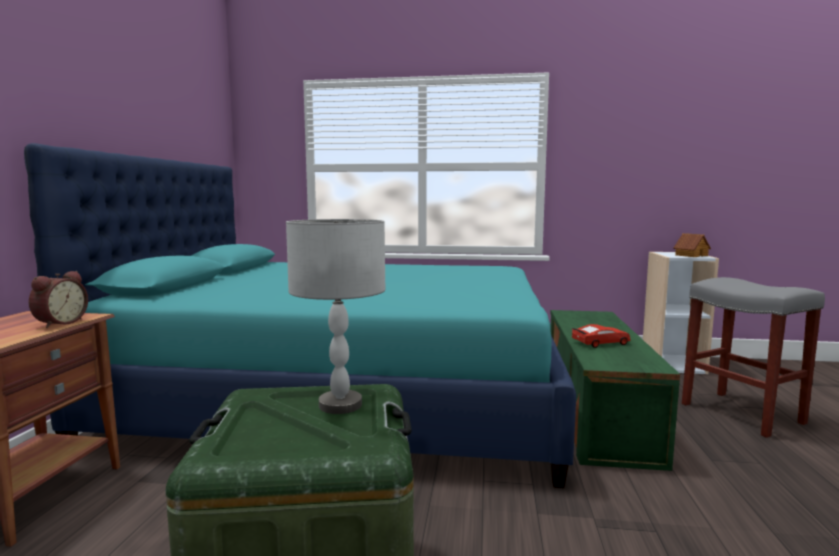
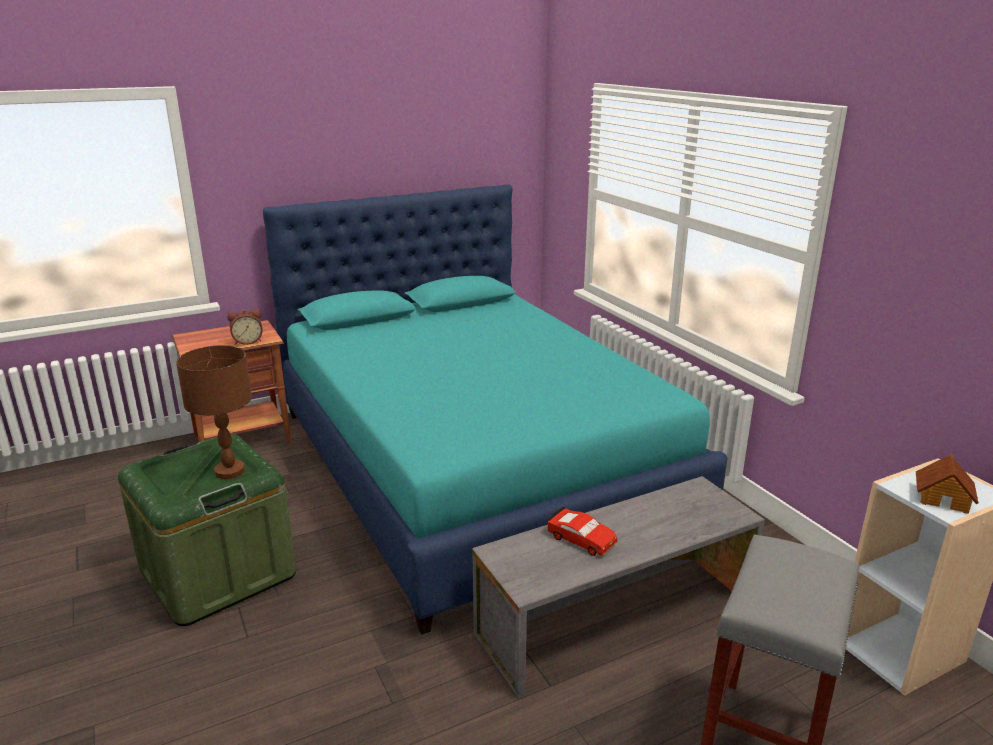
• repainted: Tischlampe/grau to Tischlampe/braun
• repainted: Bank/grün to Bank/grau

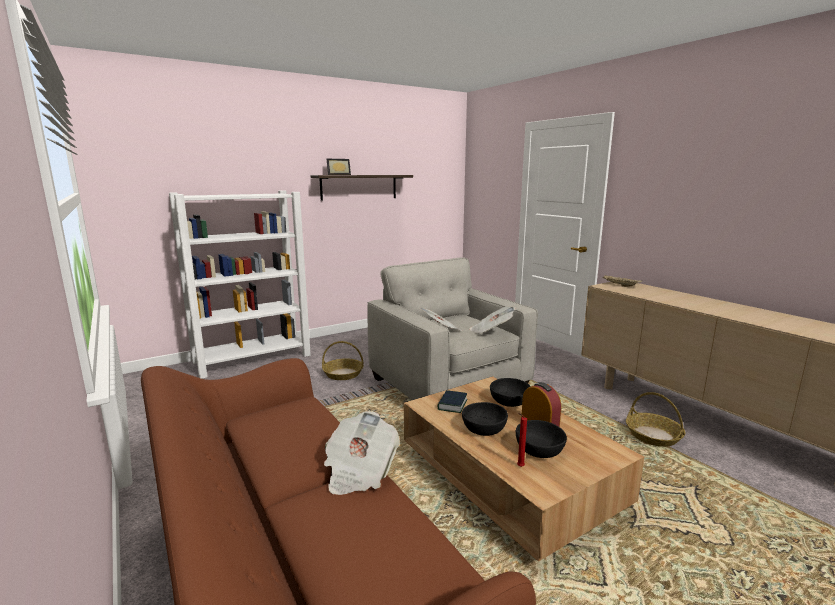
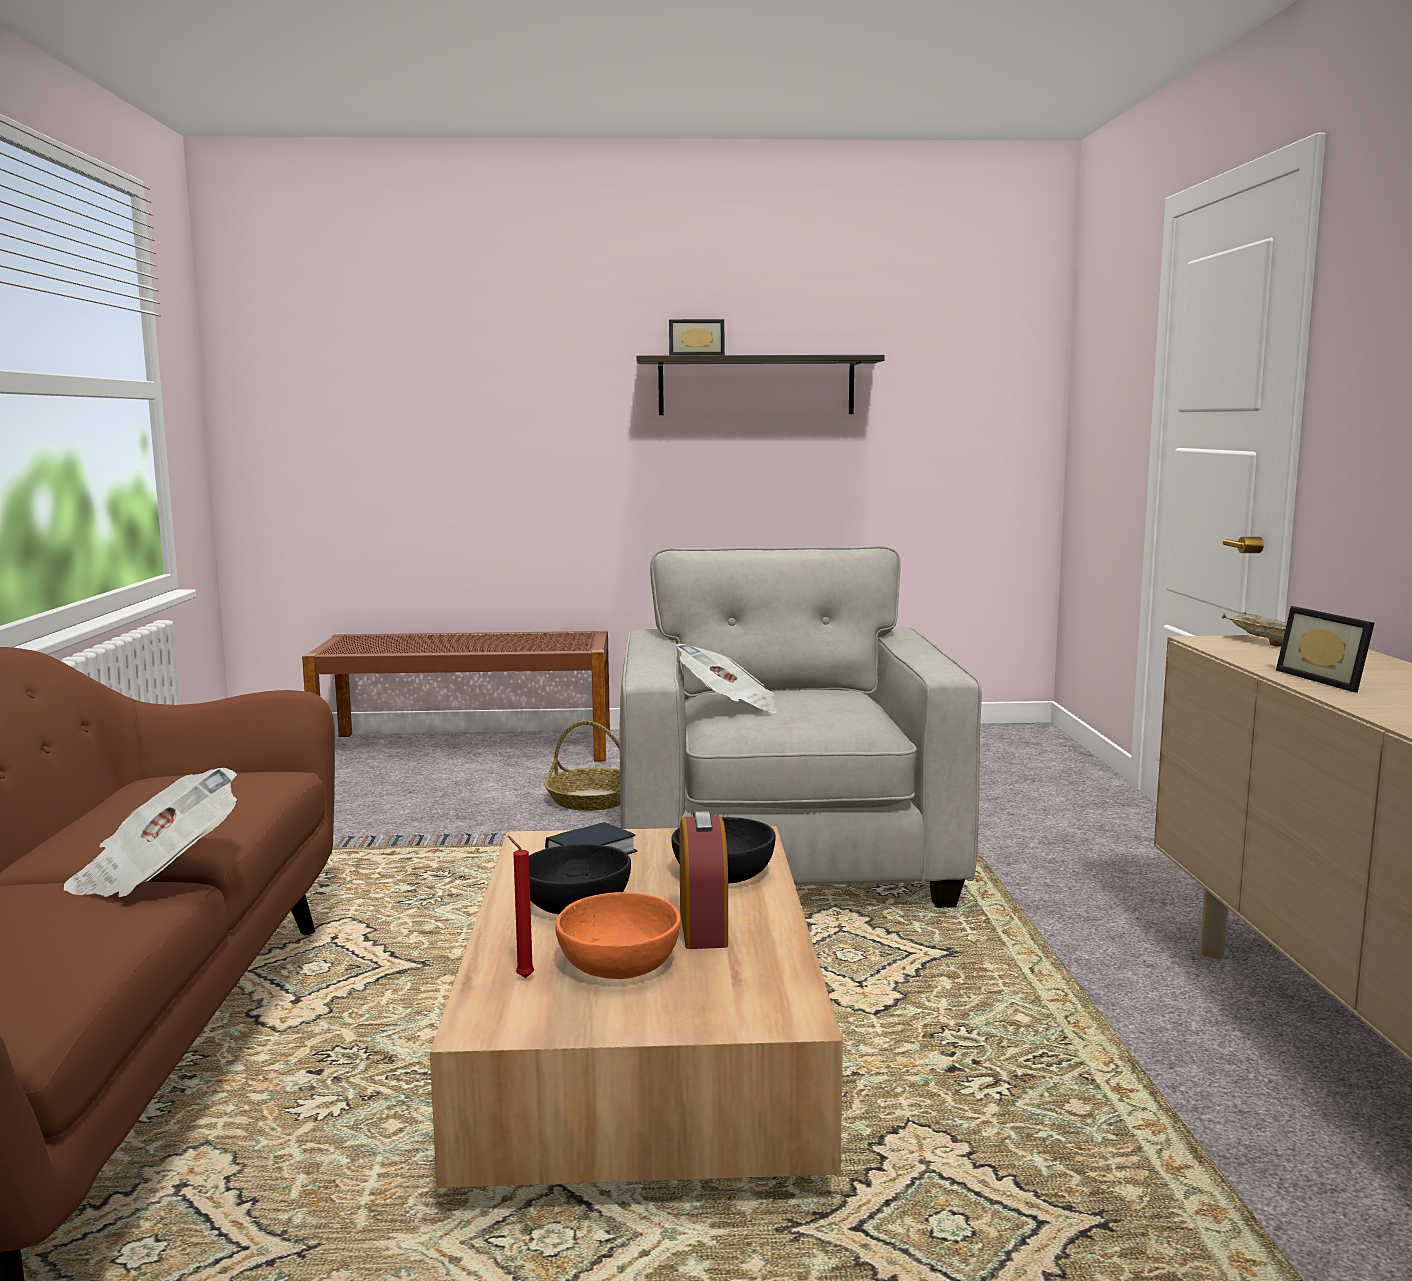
• gone: Zeitung (no. 3 from left)
• gone: Korb (no. 2 from left)
• new: Bilderrahmen (no. 2 from left)
• swapped: Bücherregal/weiß to Bank/braun
• repainted: Schüssel/schwarz (no. 3 from left) to Schüssel/orange

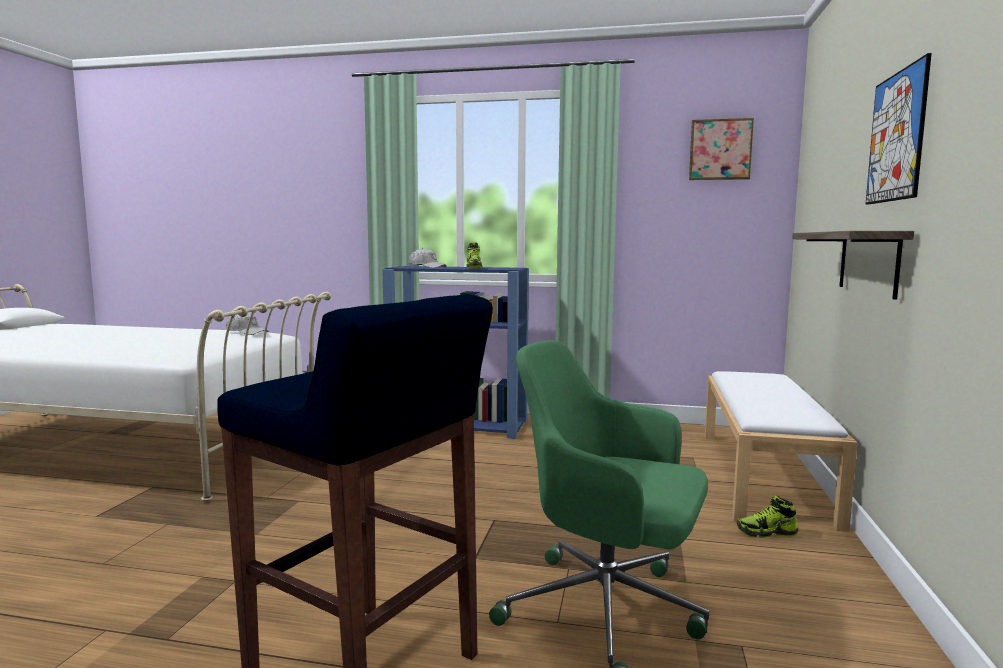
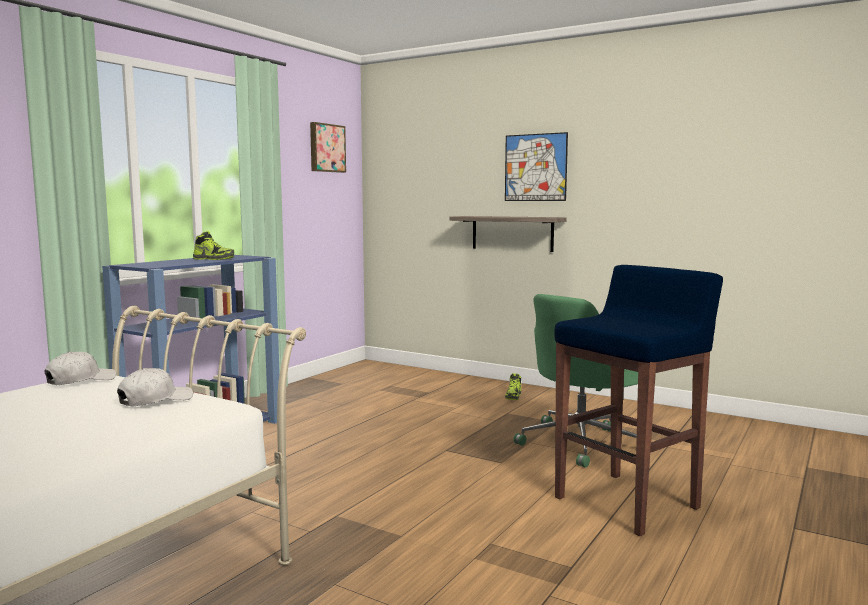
• gone: Bank/weiß
• shifted: Kappe/weiß (no. 2 from left)

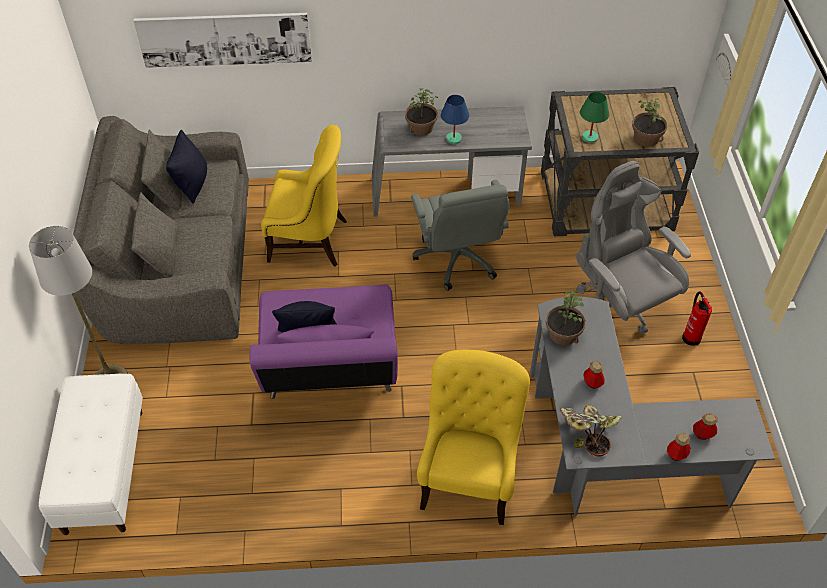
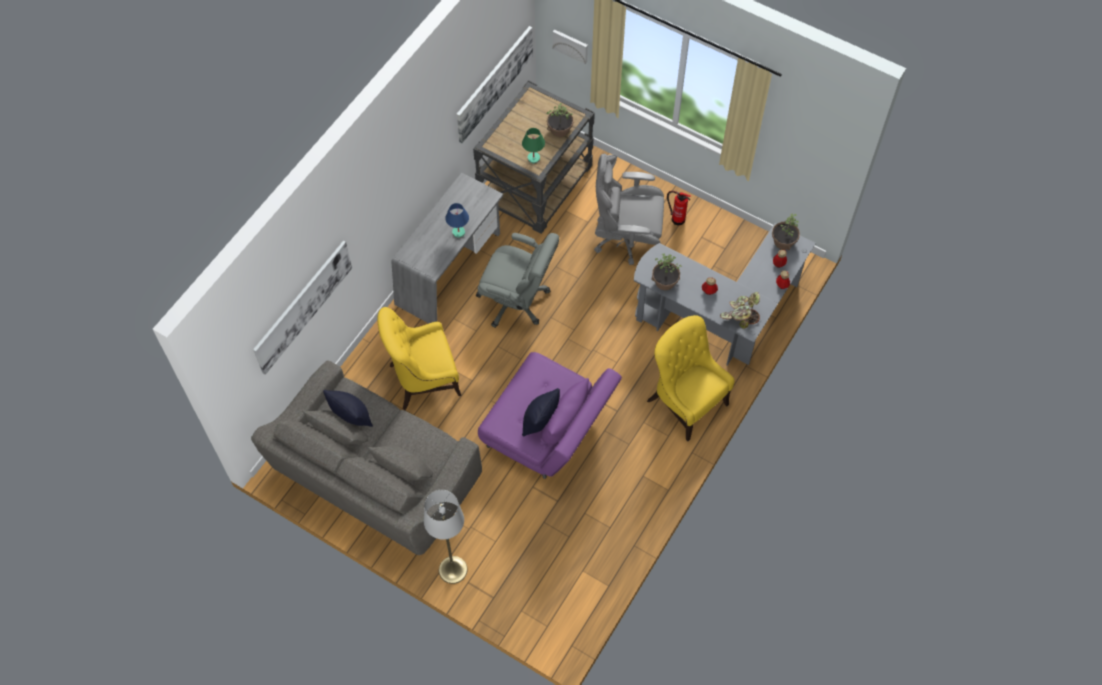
• gone: Bank/weiß
• new: Bild (no. 2 from left)
• shifted: Topfpflanze (no. 1 from left in the first image) to Topfpflanze (no. 4 from left)
• rotated: Stuhl/gelb (no. 1 from left) 150 degrees counterclockwise

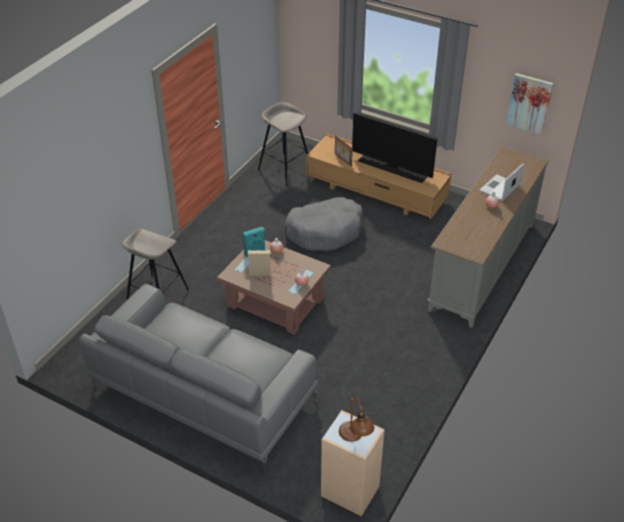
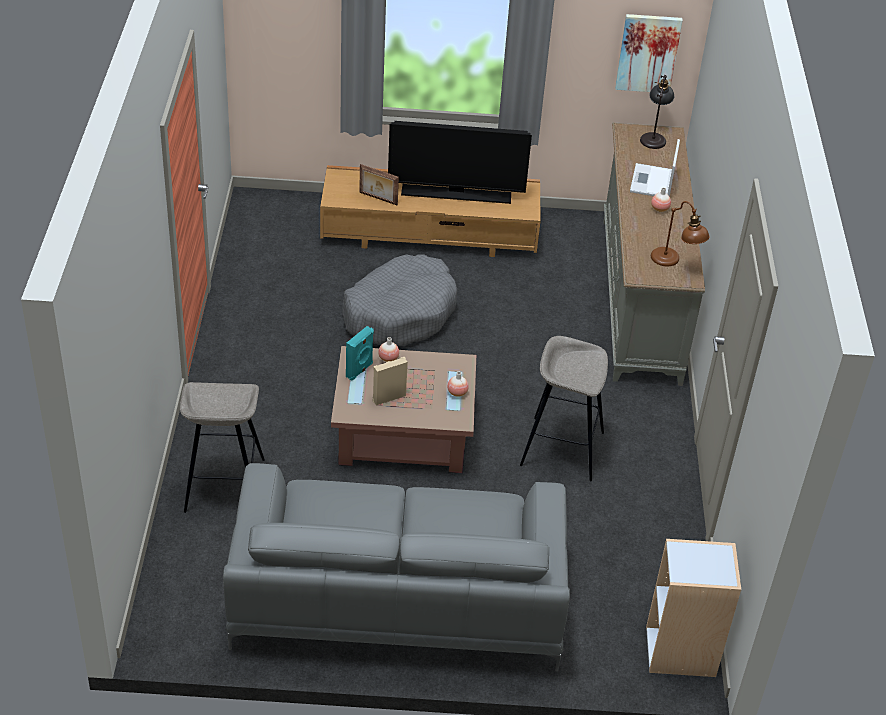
• new: Tischlampe/grau
• shifted: Hocker/grau (no. 2 from left)
• shifted: Tischlampe/braun

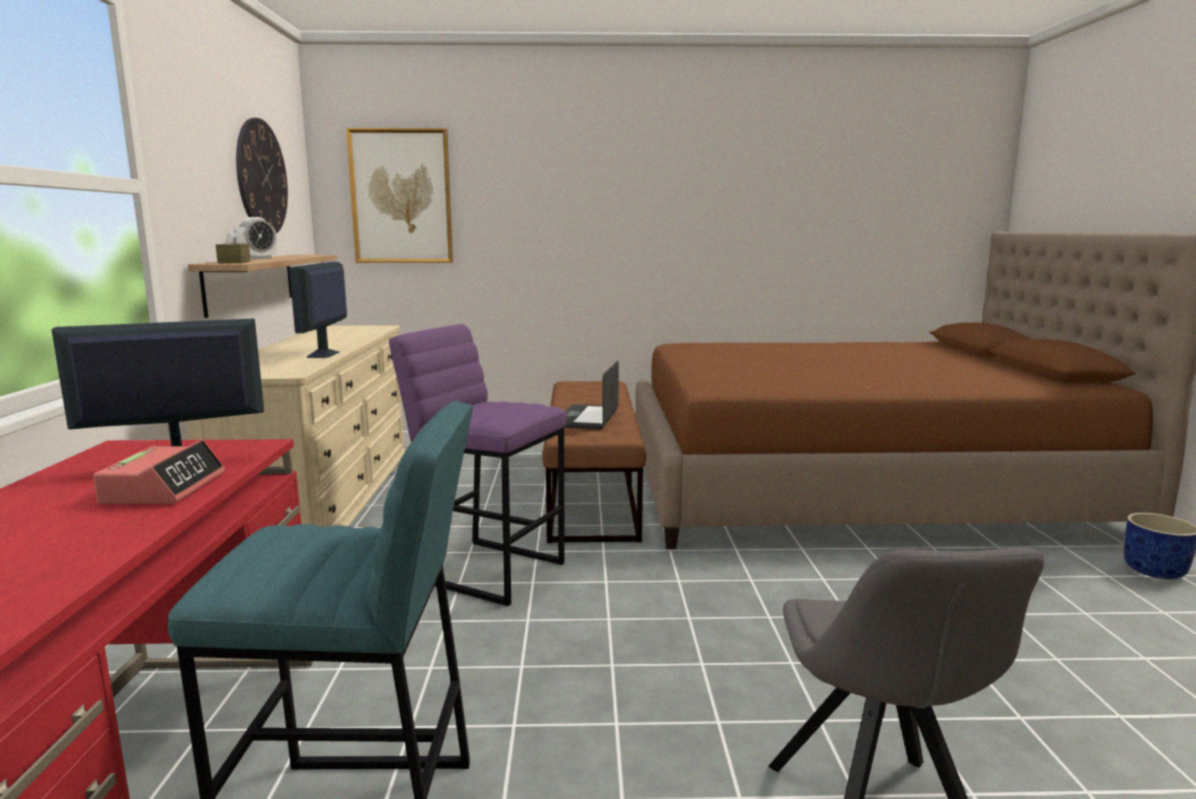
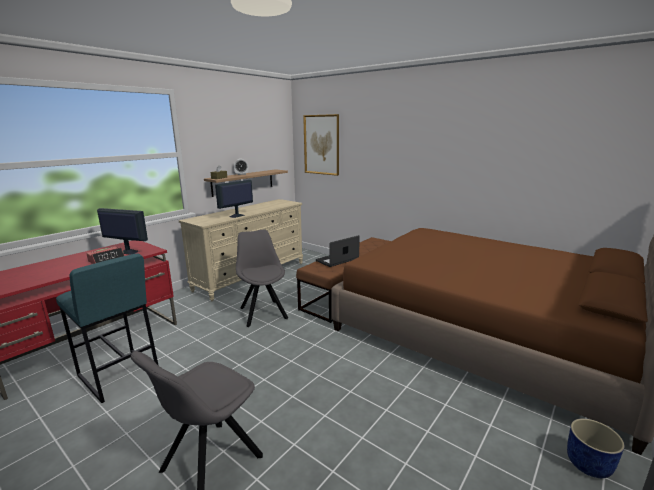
• gone: Wanduhr
• swapped: Hocker/lila to Stuhl/grau (no. 2 from left)

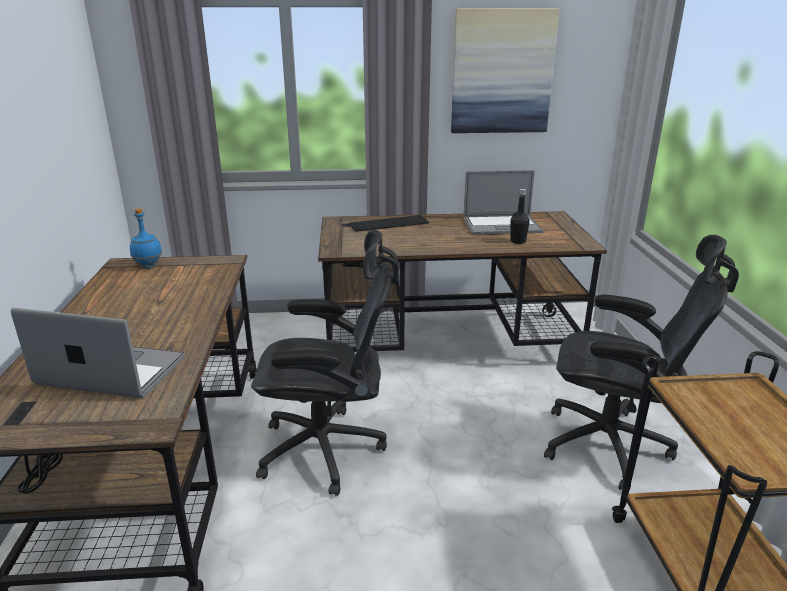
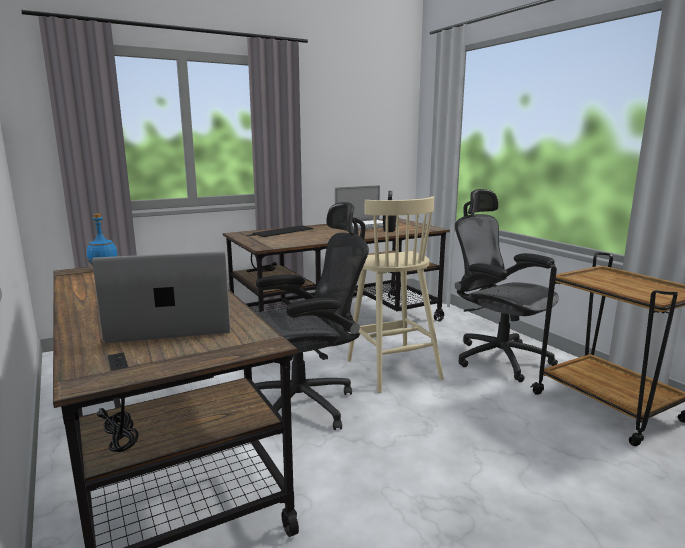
• gone: Bild
• new: Hocker/beige
• rotated: Bürostuhl (no. 2 from left) 120 degrees counterclockwise

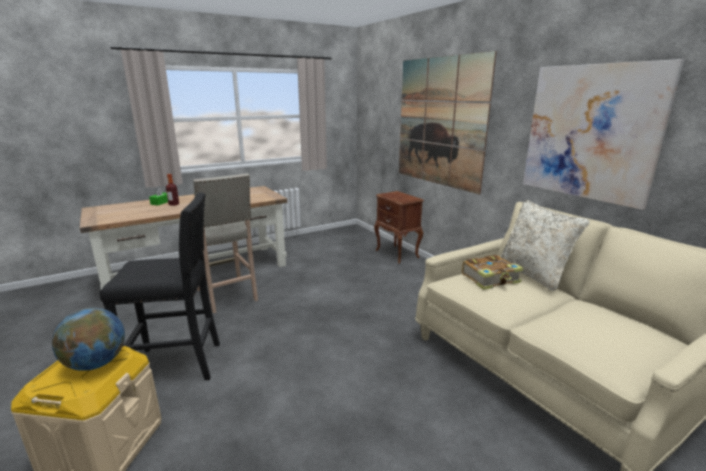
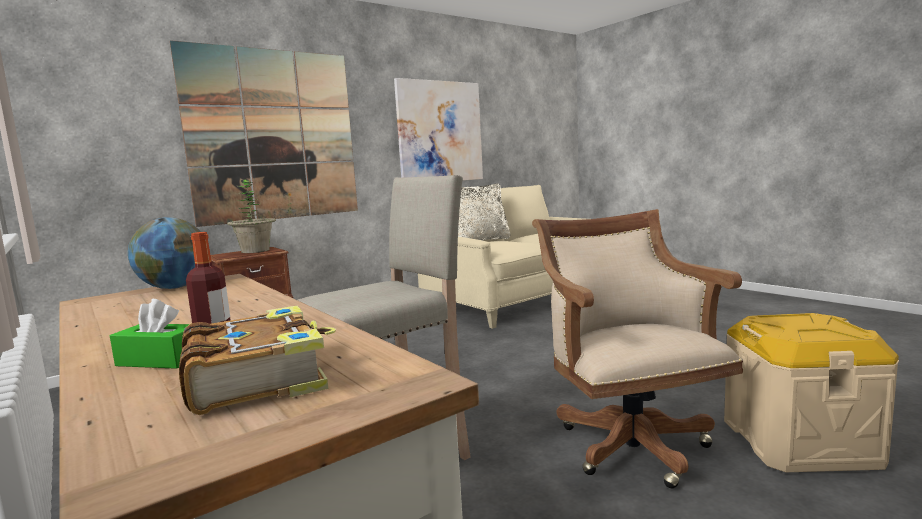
• new: Topfpflanze
• shifted: Globus
• shifted: Buch
• swapped: Hocker/schwarz to Bürostuhl

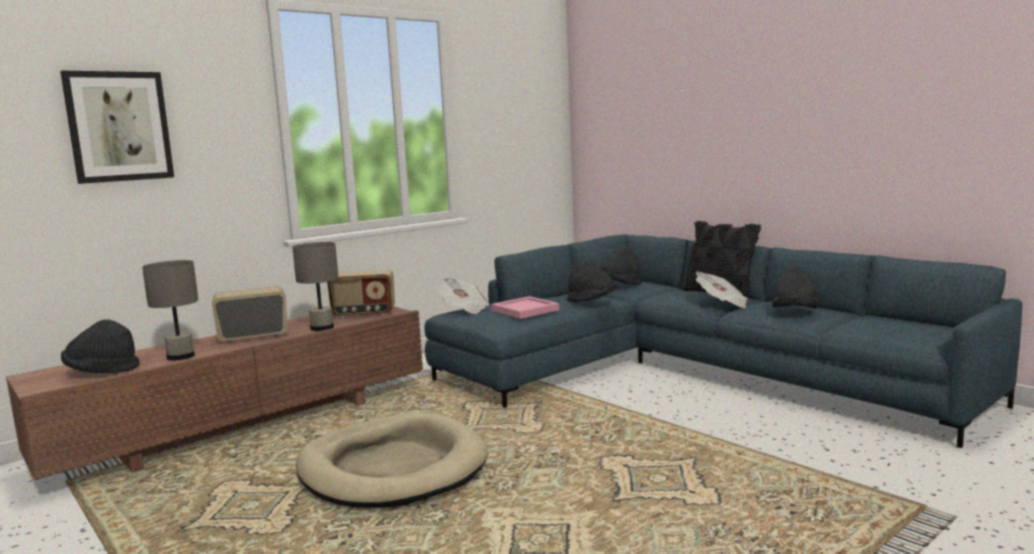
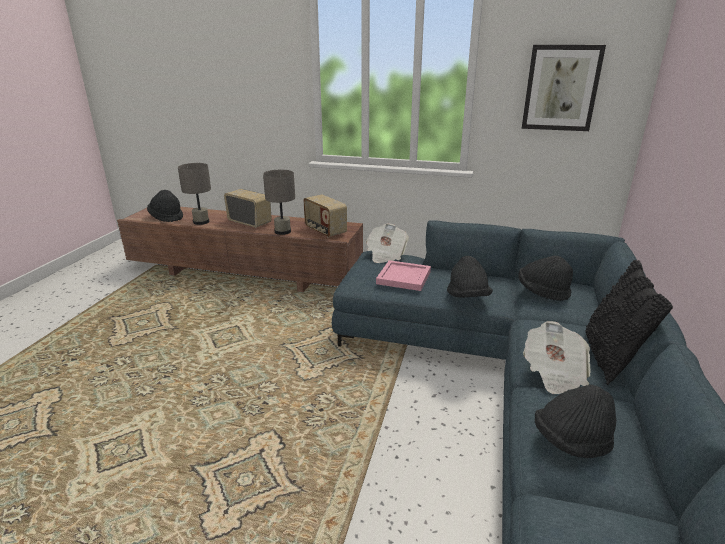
• gone: Hundebett/beige
• shifted: Bild

